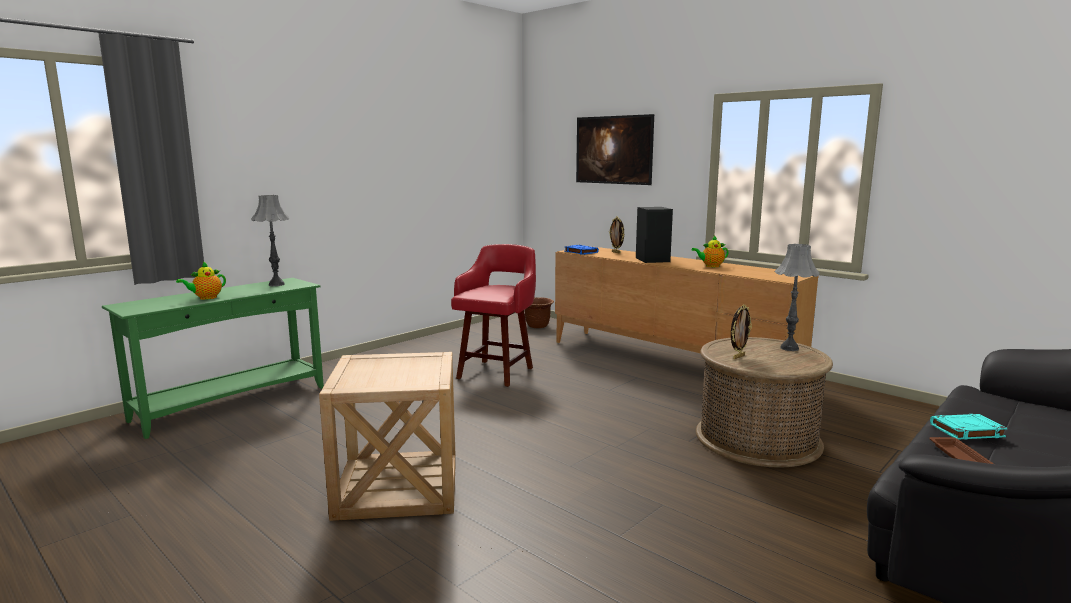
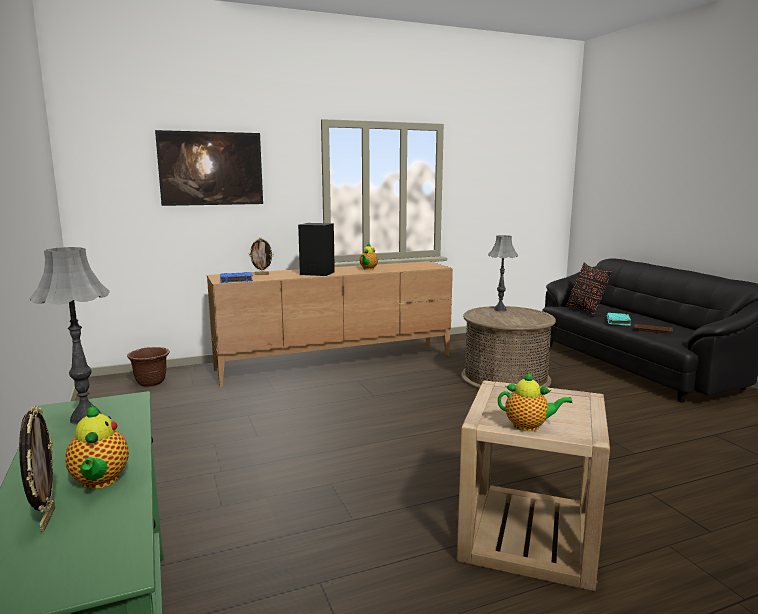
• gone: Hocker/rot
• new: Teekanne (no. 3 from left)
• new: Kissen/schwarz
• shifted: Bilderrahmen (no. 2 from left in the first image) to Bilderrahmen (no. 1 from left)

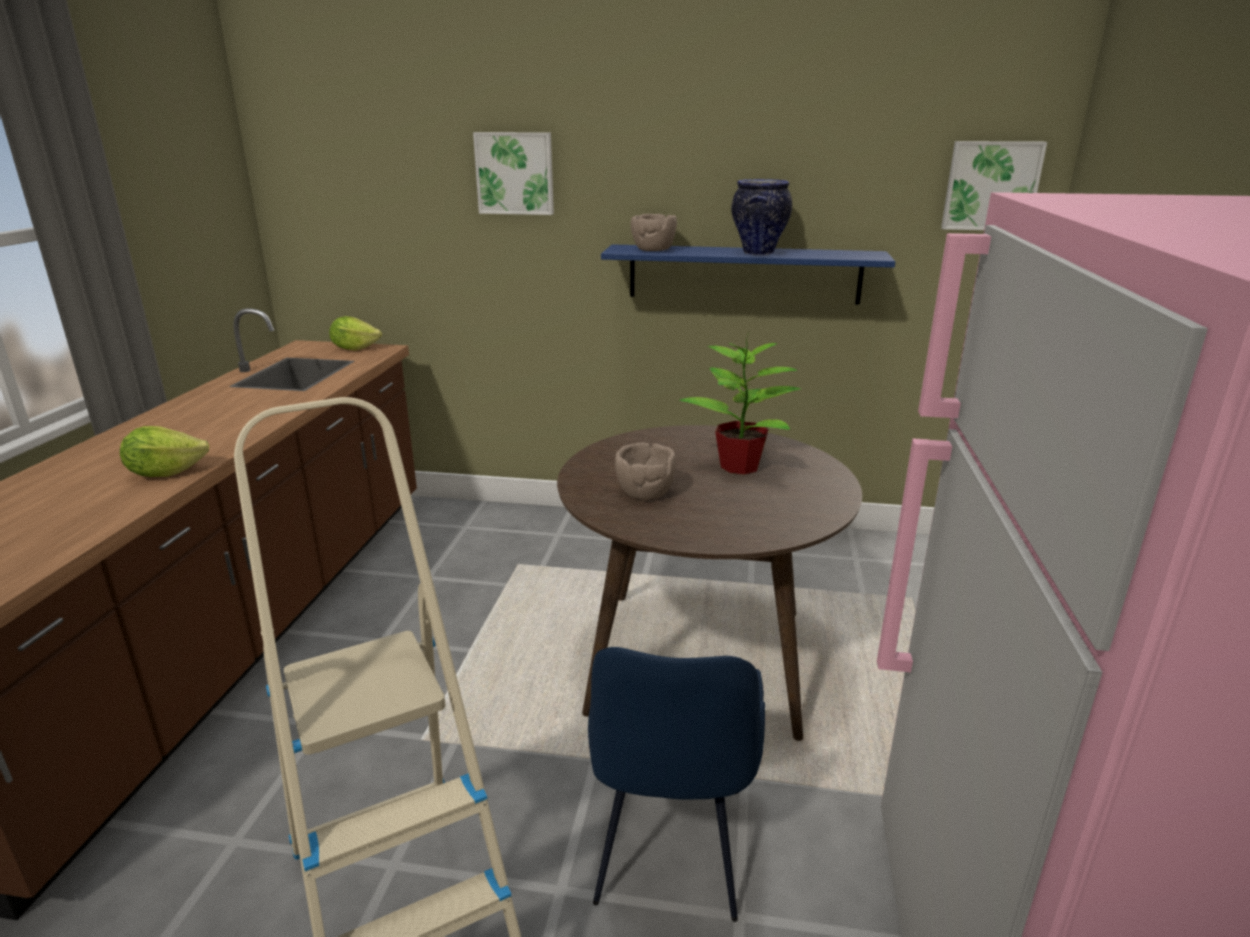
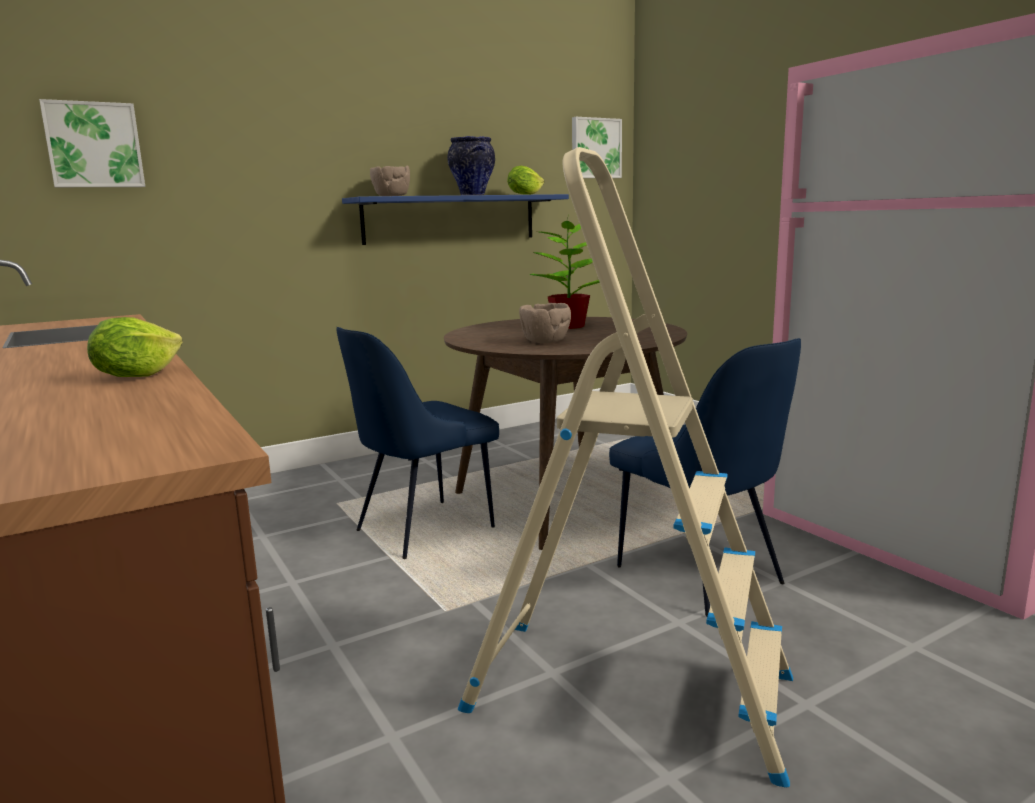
• new: Stuhl/blau (no. 1 from left)
• shifted: Salatkopf (no. 2 from left)
• shifted: Bild (no. 1 from left)

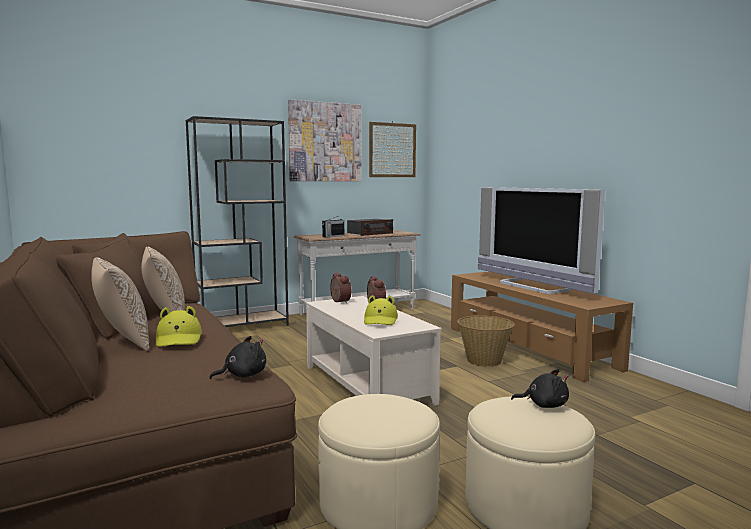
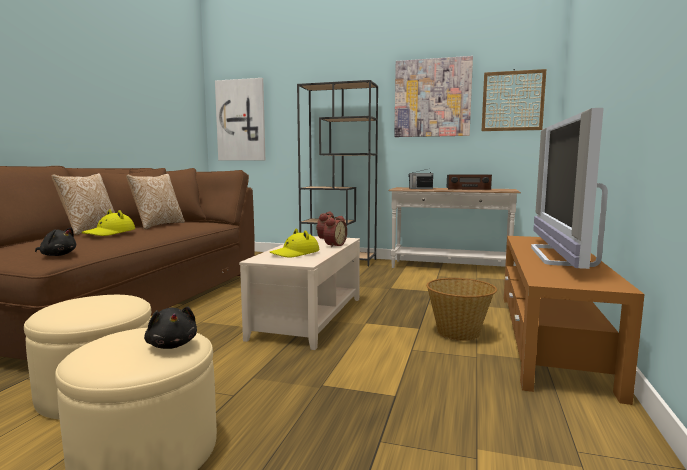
• new: Bild (no. 1 from left)

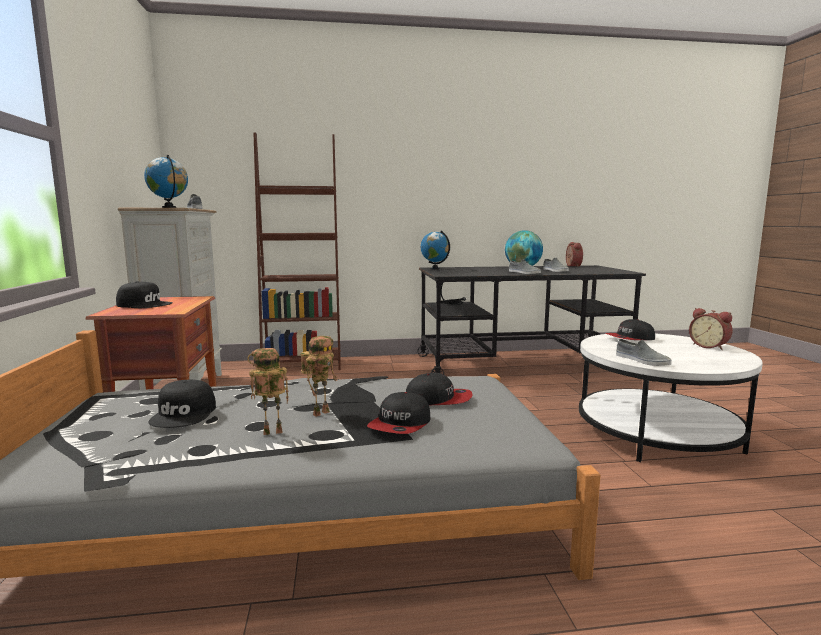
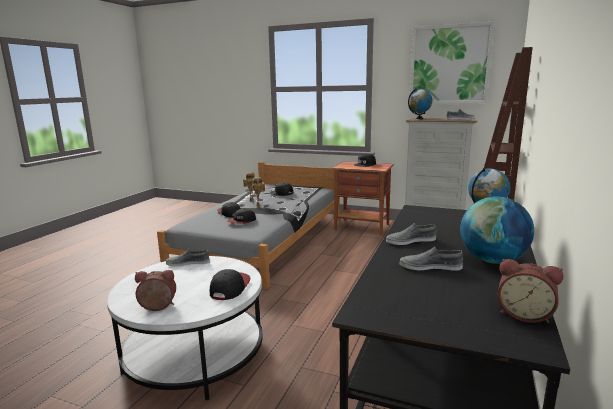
• new: Bild

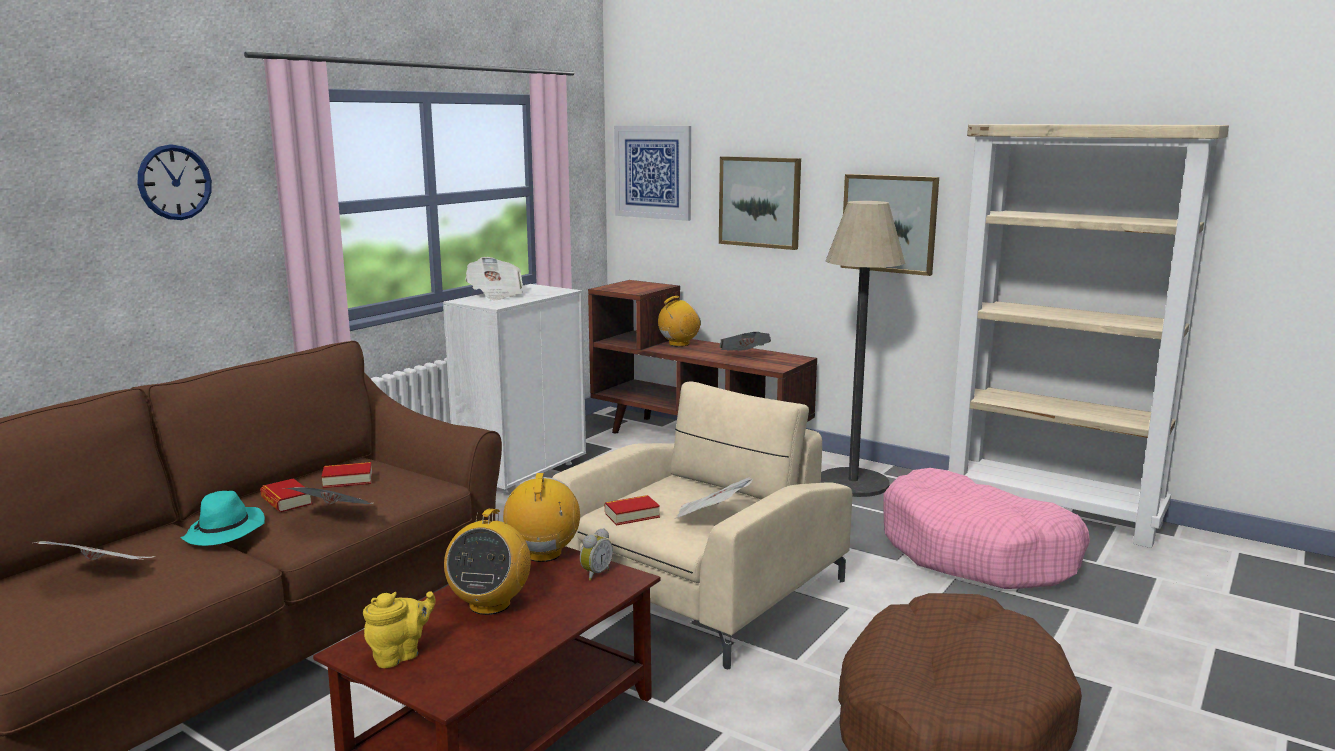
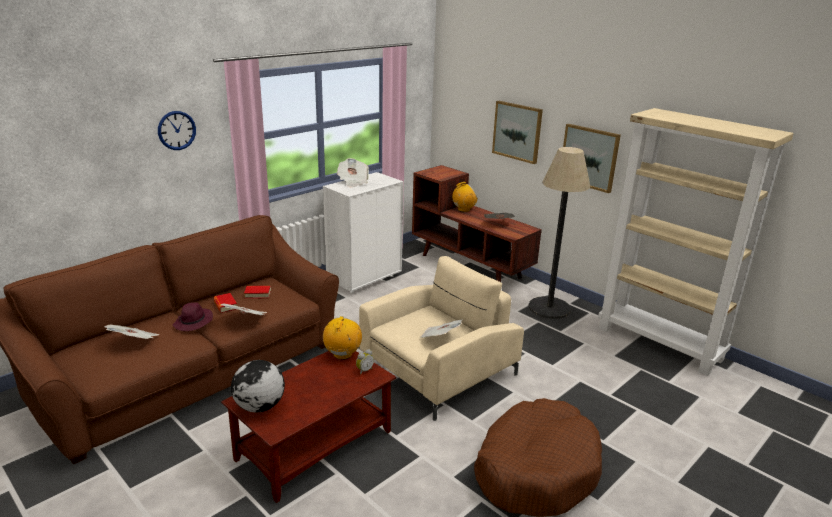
• gone: Radio (no. 1 from left)
• gone: Buch (no. 3 from left)
• gone: Bild (no. 1 from left)
• gone: Hundebett/rosa
• swapped: Teekanne/gelb to Globus
• repainted: Hut/türkis to Hut/lila

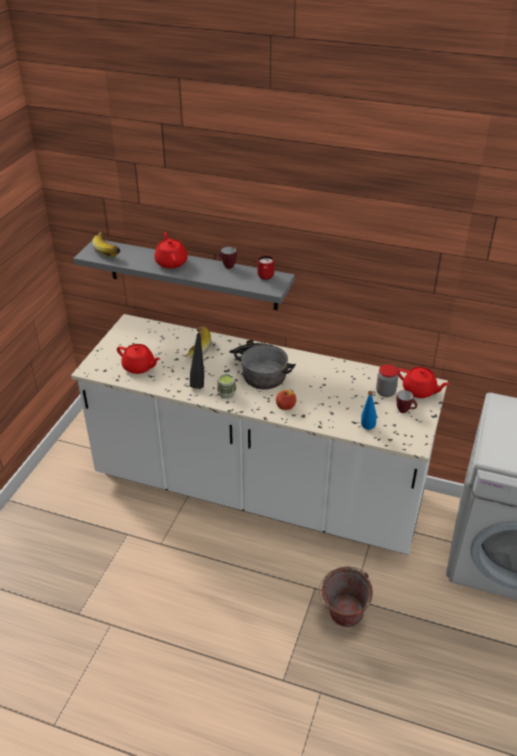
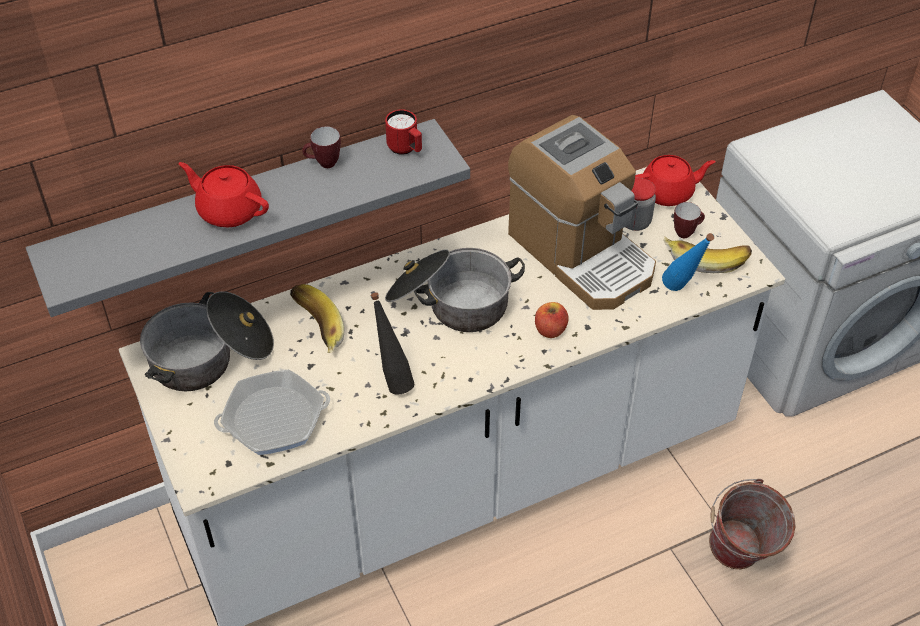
• gone: Tasse
• new: Kochtopf (no. 1 from left)
• new: Kaffeemaschine
• shifted: Banane (no. 1 from left in the first image) to Banane (no. 2 from left)
• swapped: Teekanne/rot (no. 1 from left) to Pfanne

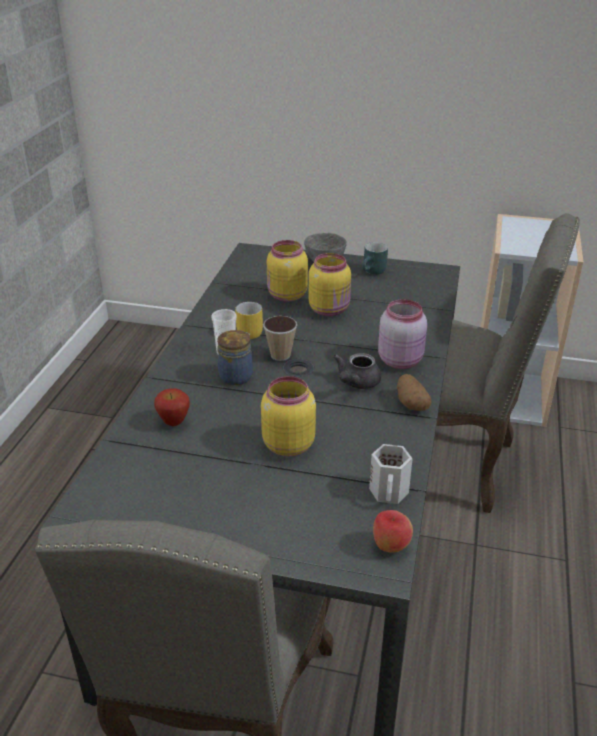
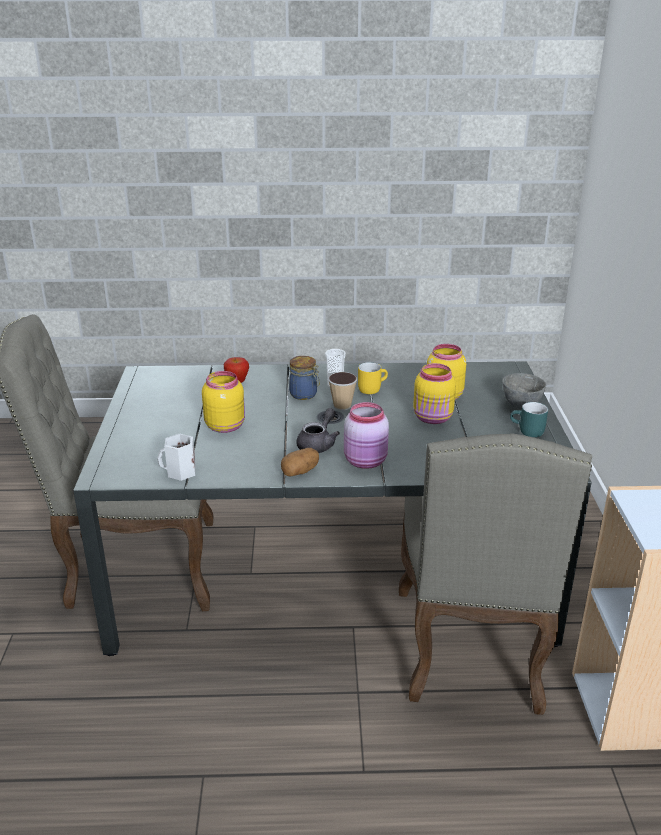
• gone: Apfel (no. 2 from left)
• rotated: Teekanne/grau 105 degrees clockwise

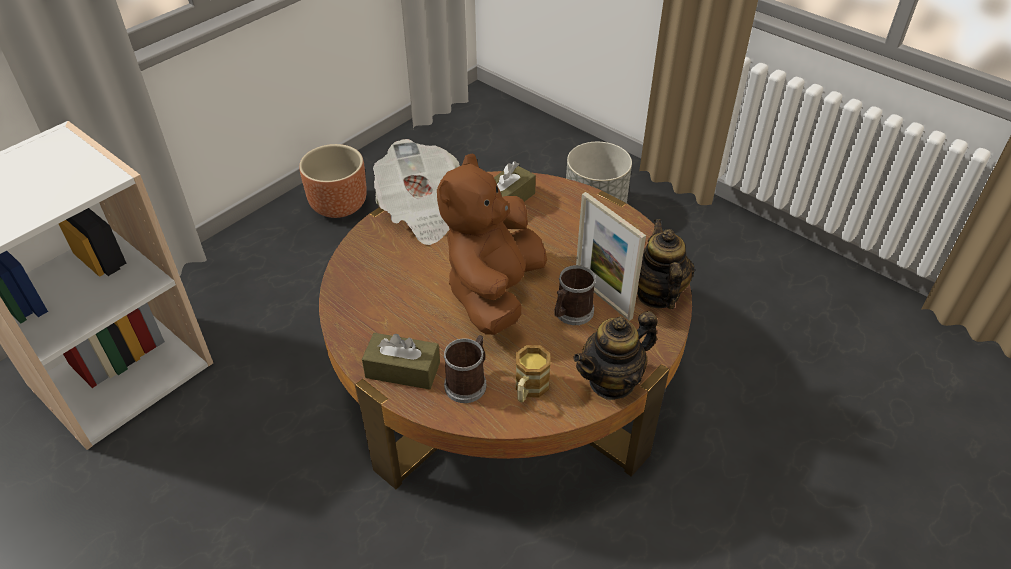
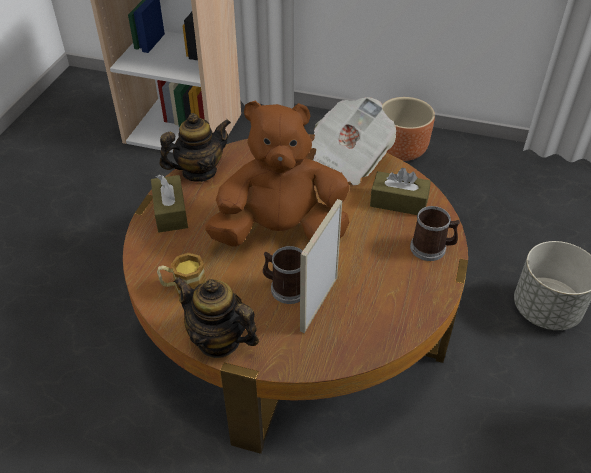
• shifted: Henkelbecher (no. 1 from left in the first image) to Henkelbecher (no. 3 from left)
• shifted: Teekanne (no. 2 from left in the first image) to Teekanne (no. 1 from left)

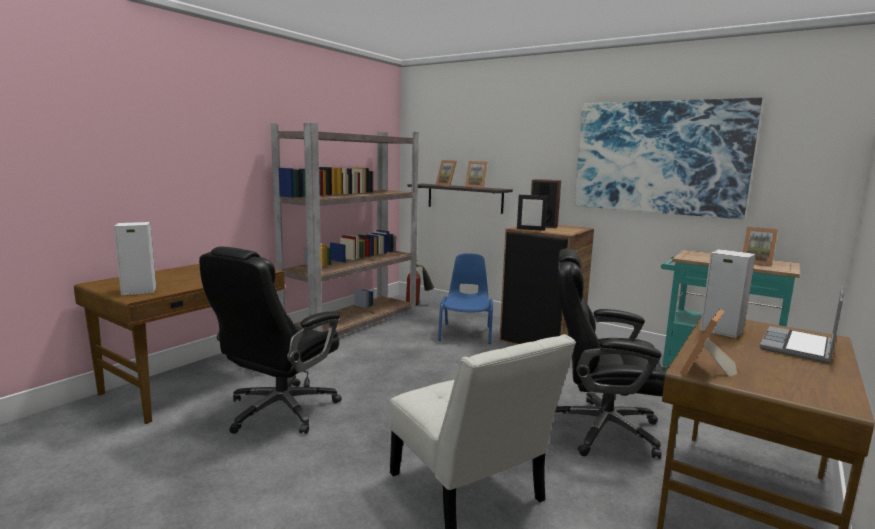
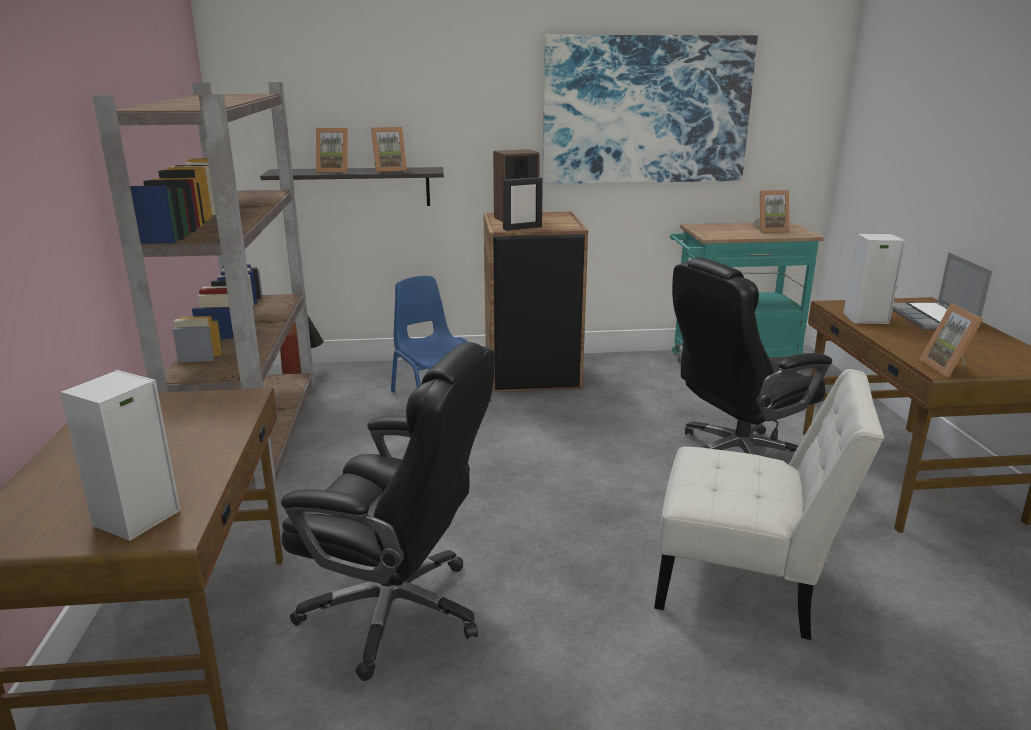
• rotated: Bürostuhl/schwarz (no. 1 from left) 60 degrees counterclockwise

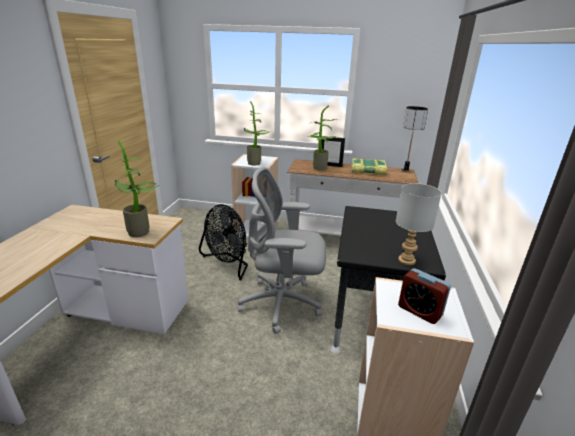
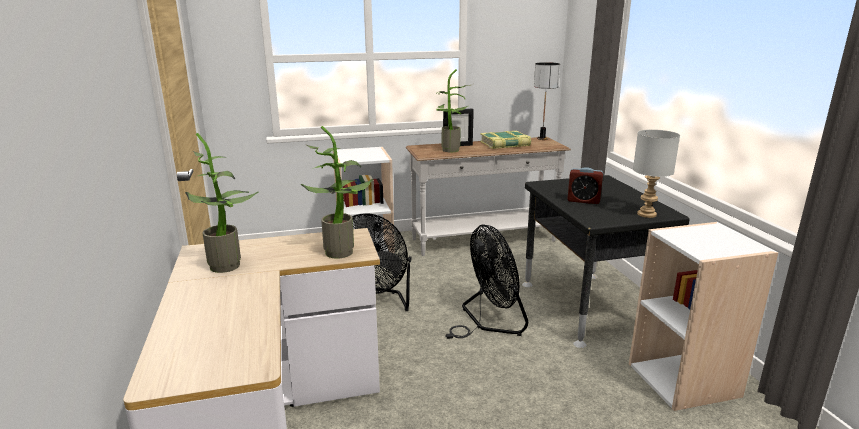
• shifted: Topfpflanze (no. 2 from left in the first image) to Topfpflanze (no. 1 from left)
• shifted: Wecker
• swapped: Bürostuhl/grau to Ventilator/schwarz (no. 2 from left)

